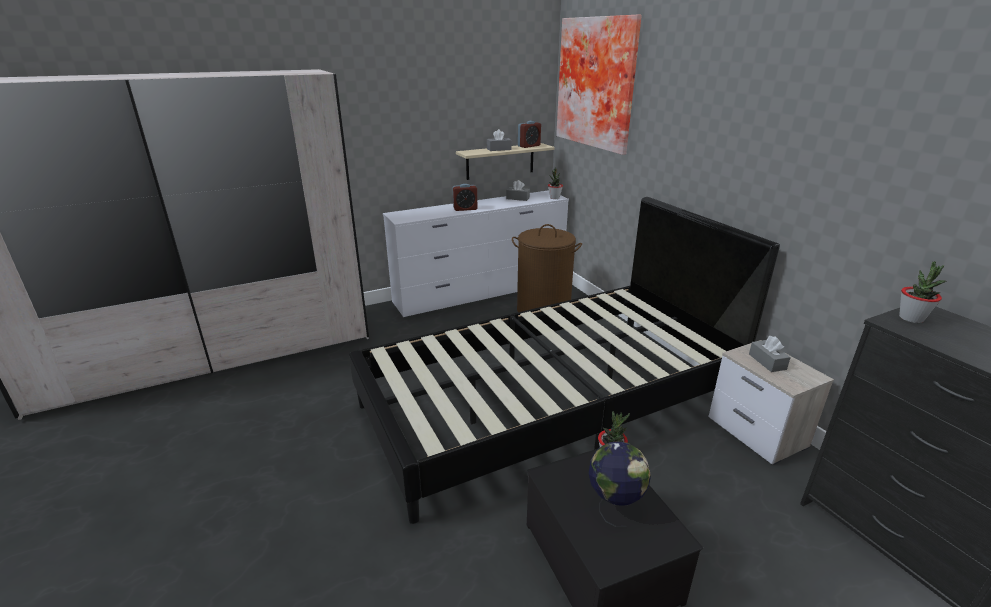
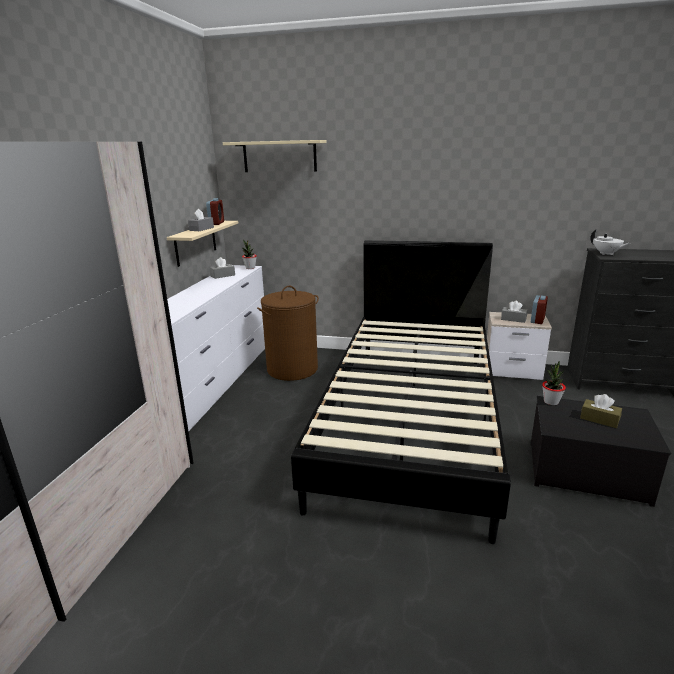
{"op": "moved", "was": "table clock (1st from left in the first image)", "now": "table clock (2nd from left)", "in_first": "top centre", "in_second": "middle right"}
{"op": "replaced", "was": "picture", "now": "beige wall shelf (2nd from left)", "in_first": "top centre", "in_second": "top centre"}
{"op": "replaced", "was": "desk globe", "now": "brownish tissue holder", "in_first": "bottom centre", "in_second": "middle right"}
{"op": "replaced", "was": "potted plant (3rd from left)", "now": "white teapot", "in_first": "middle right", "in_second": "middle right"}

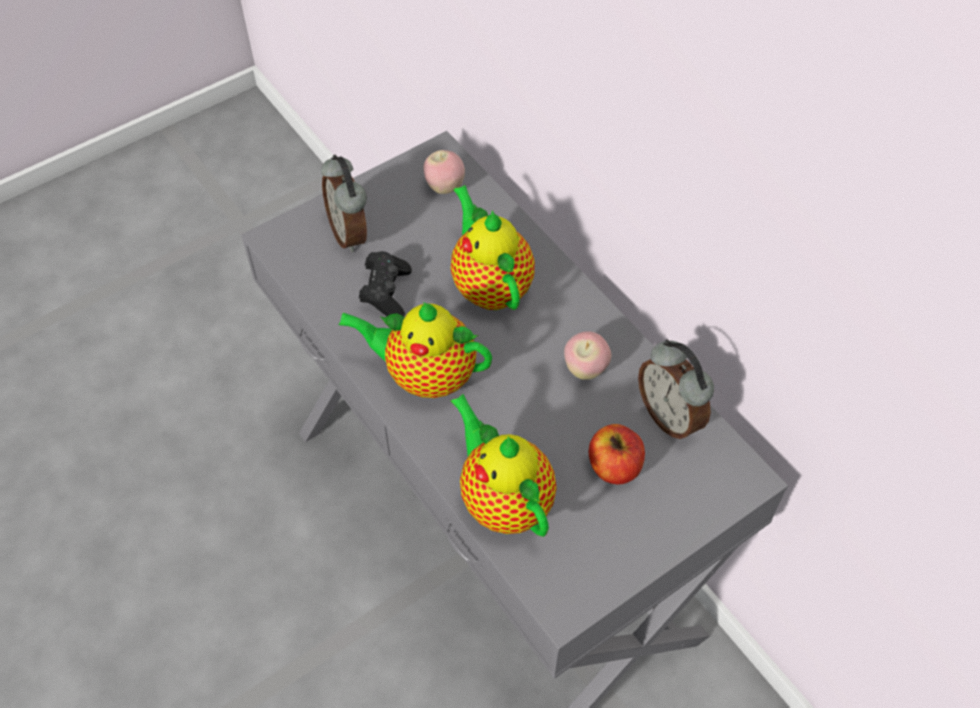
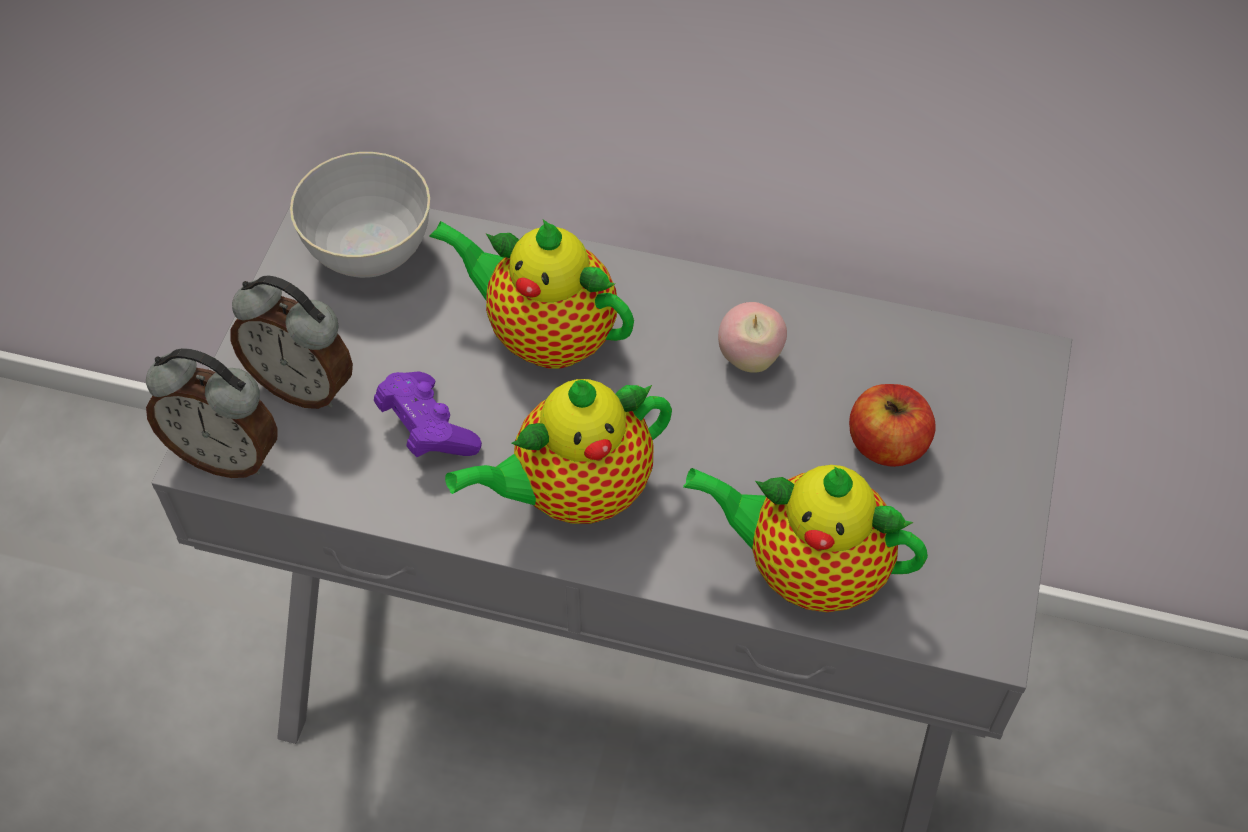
{"op": "recoloured", "was": "black gamepad", "now": "purplish gamepad", "in_first": "centre", "in_second": "centre"}
{"op": "replaced", "was": "whole apple (1st from left)", "now": "grey bowl", "in_first": "top centre", "in_second": "top left"}
{"op": "moved", "was": "table clock (2nd from left in the first image)", "now": "table clock (1st from left)", "in_first": "middle right", "in_second": "middle left"}

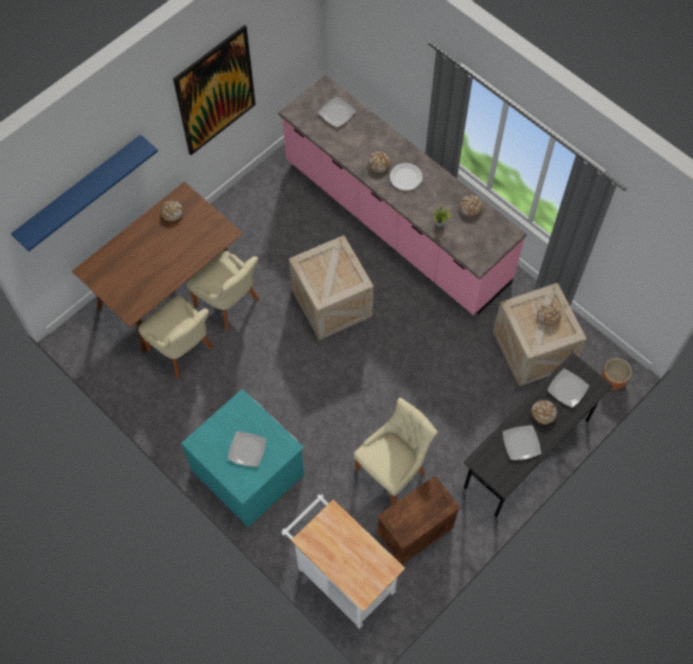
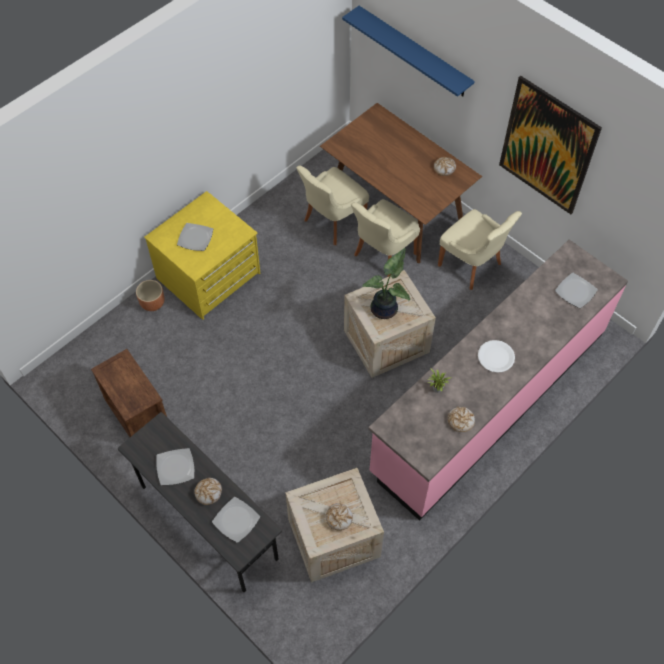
{"op": "recoloured", "was": "blue-green dresser", "now": "yellow-coloured dresser", "in_first": "bottom centre", "in_second": "middle left"}
{"op": "removed", "was": "white wheeled cart", "in_first": "bottom centre"}
{"op": "moved", "was": "beige plain chair (3rd from left)", "in_first": "bottom centre", "in_second": "middle right"}
{"op": "removed", "was": "bakery bread (2nd from left)", "in_first": "top centre"}
{"op": "moved", "was": "brownish flower pot", "in_first": "middle right", "in_second": "middle left"}
{"op": "added", "now": "potted plant (1st from left)", "in_second": "centre"}

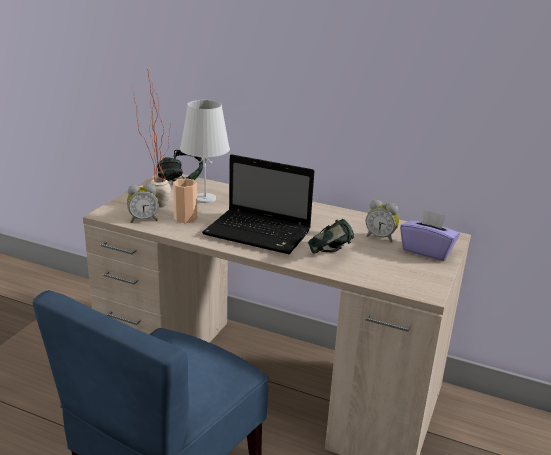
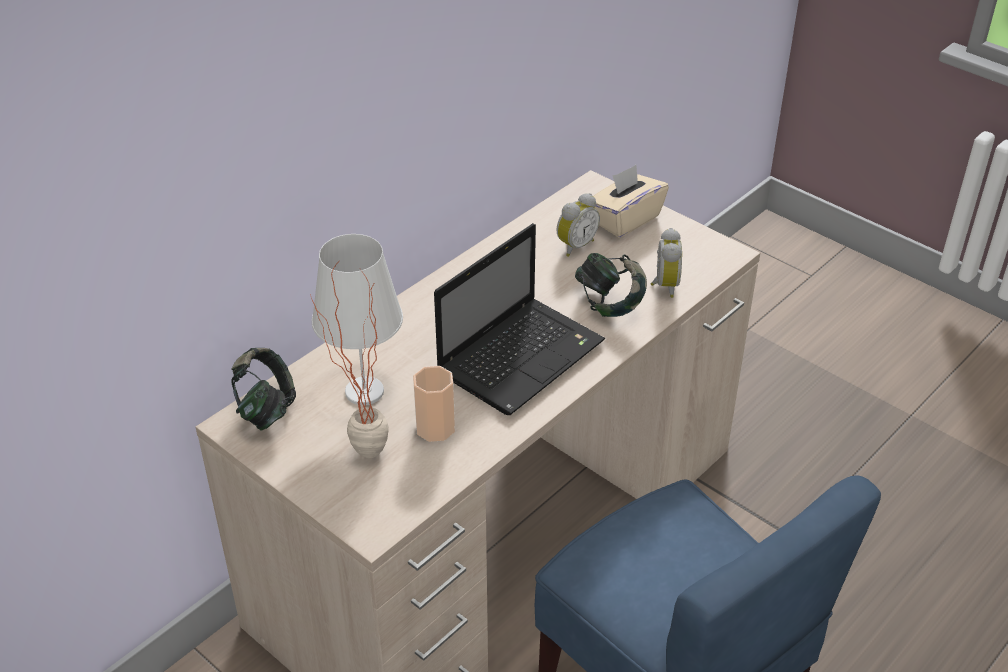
{"op": "moved", "was": "table clock (1st from left in the first image)", "now": "table clock (2nd from left)", "in_first": "middle left", "in_second": "centre"}
{"op": "recoloured", "was": "purplish tissue holder", "now": "beige tissue holder", "in_first": "middle right", "in_second": "top centre"}

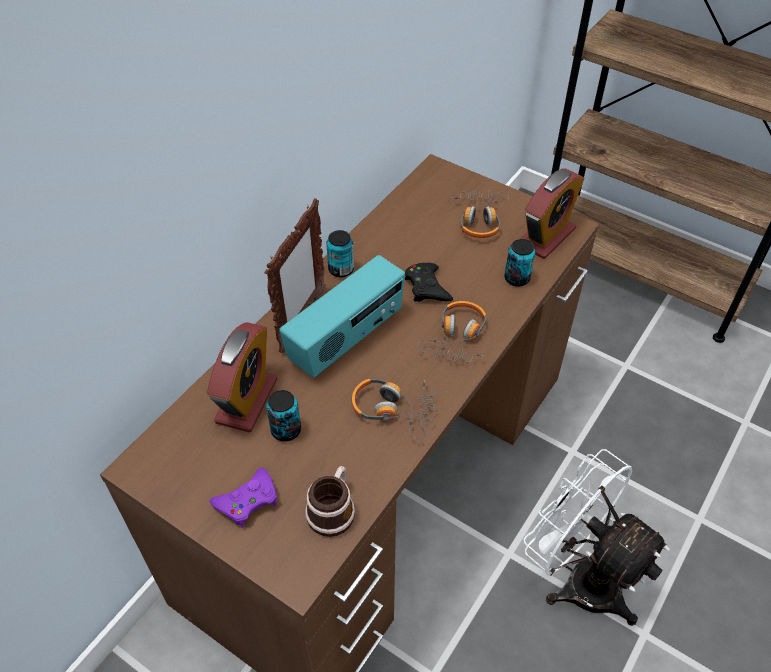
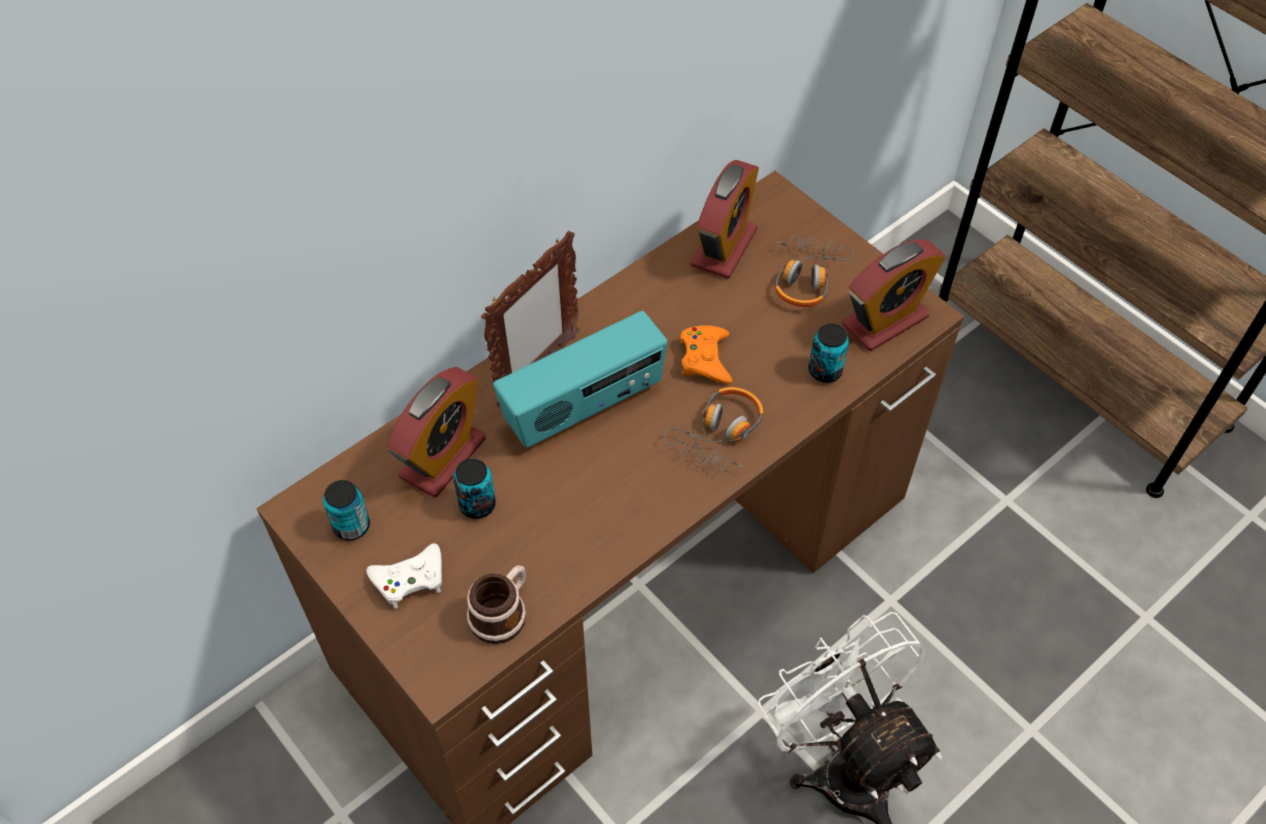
{"op": "recoloured", "was": "purplish gamepad", "now": "white gamepad", "in_first": "bottom left", "in_second": "bottom left"}
{"op": "moved", "was": "can (2nd from left in the first image)", "now": "can (1st from left)", "in_first": "centre", "in_second": "middle left"}
{"op": "removed", "was": "headphones (1st from left)", "in_first": "centre"}
{"op": "recoloured", "was": "black gamepad", "now": "orange gamepad", "in_first": "centre", "in_second": "centre"}
{"op": "added", "now": "table clock (2nd from left)", "in_second": "top centre"}

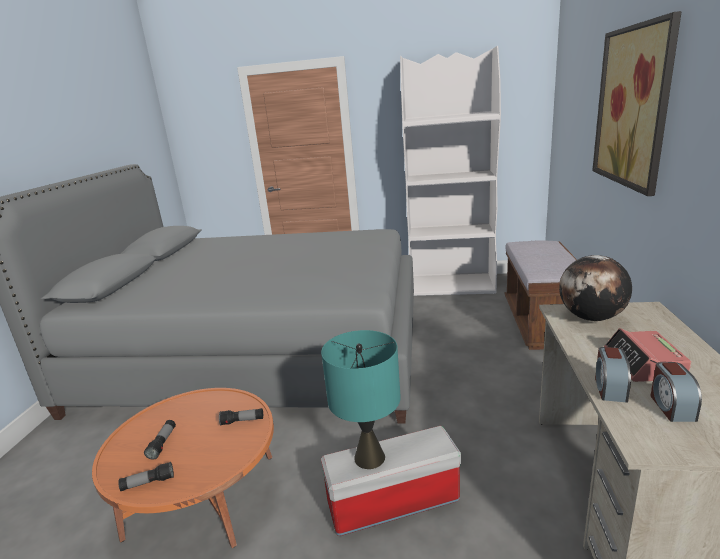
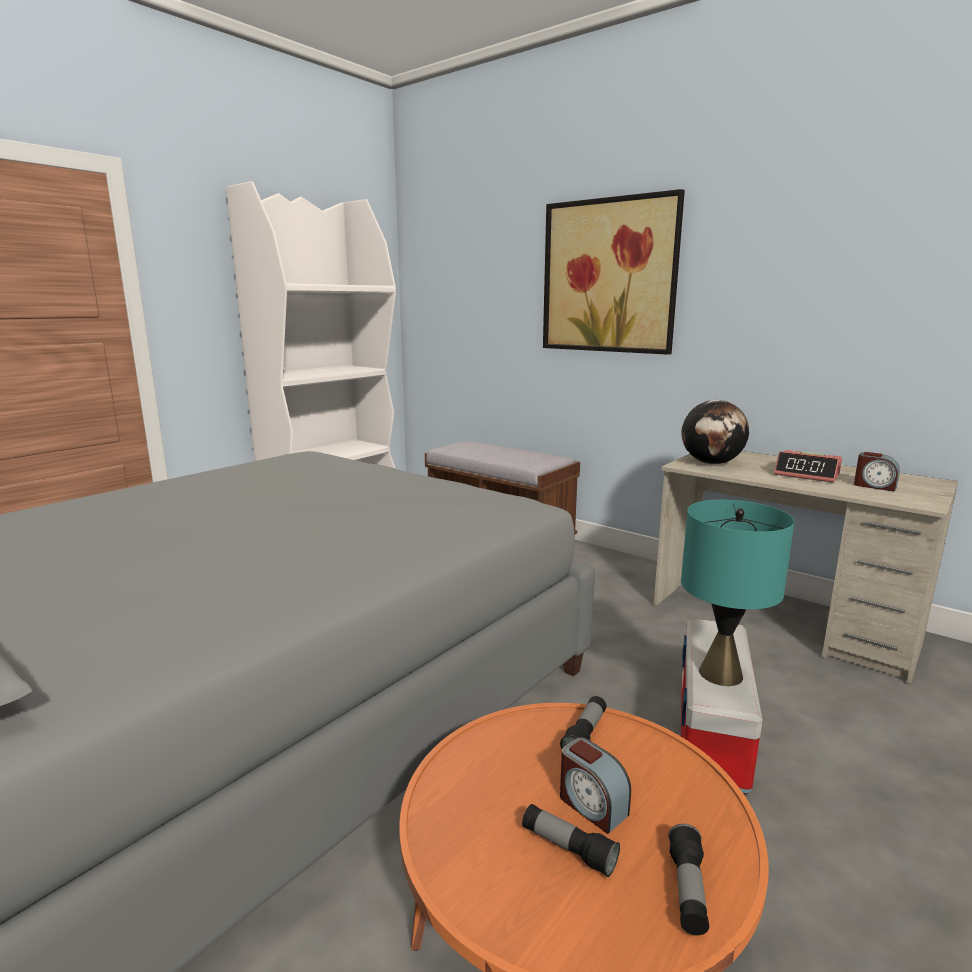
{"op": "moved", "was": "table clock (1st from left)", "in_first": "bottom right", "in_second": "bottom centre"}

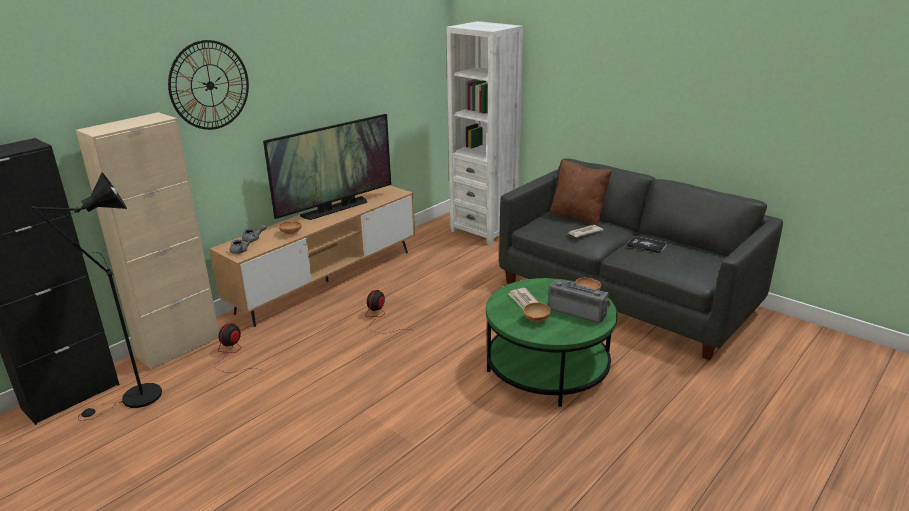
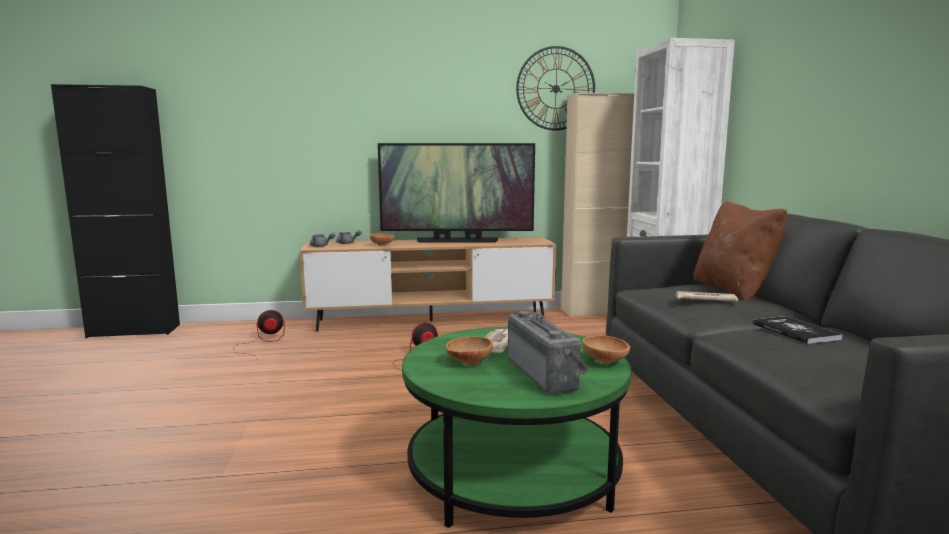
{"op": "removed", "was": "black standing lamp", "in_first": "middle left"}
{"op": "moved", "was": "beige cupboard", "in_first": "middle left", "in_second": "centre"}
{"op": "moved", "was": "clock on the wall", "in_first": "top left", "in_second": "top centre"}

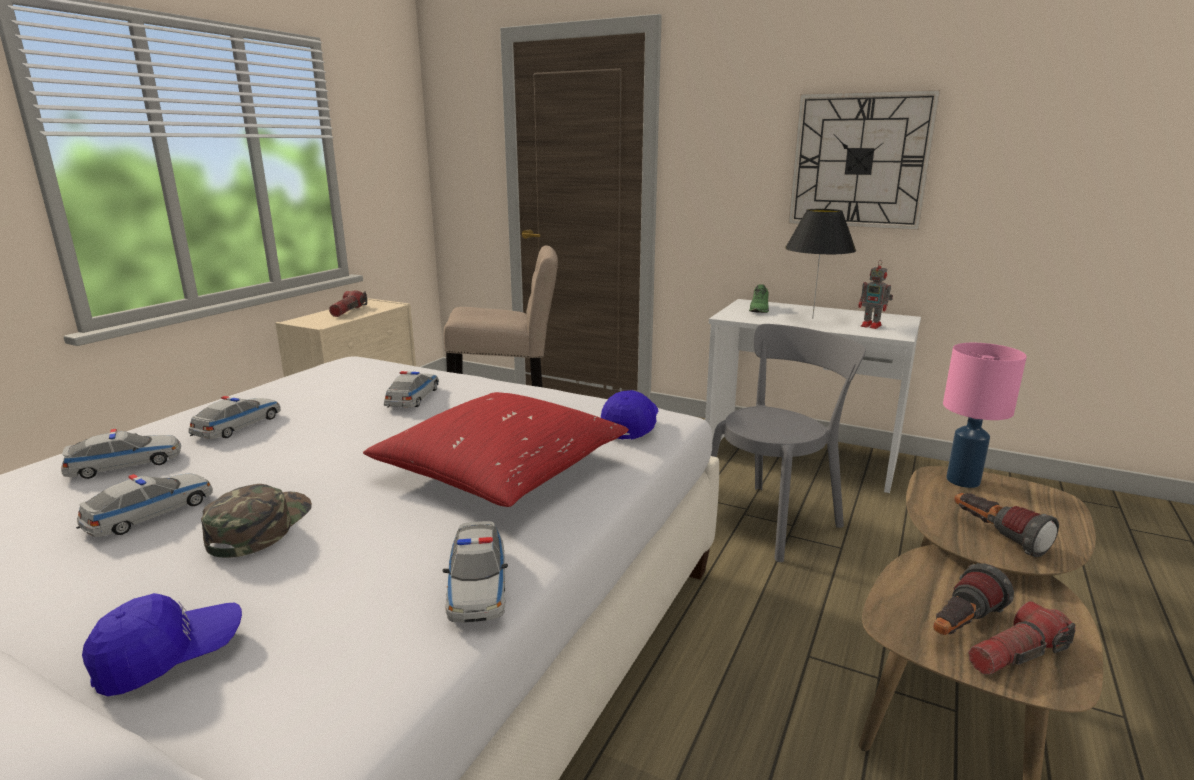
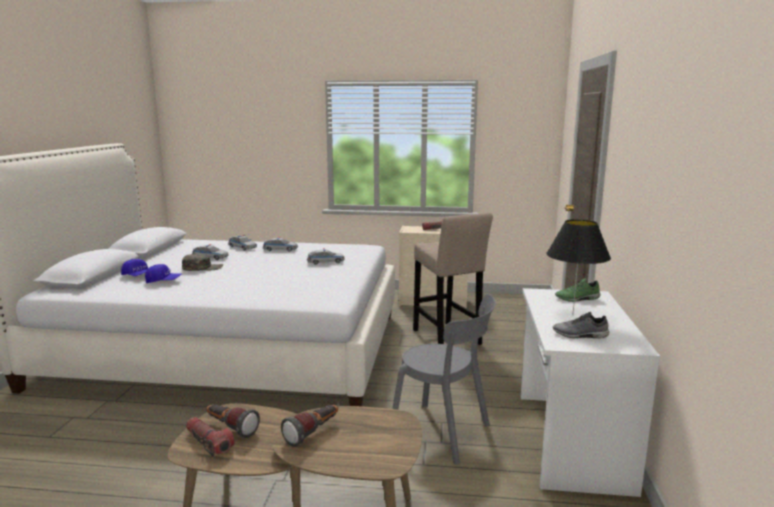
{"op": "removed", "was": "reddish throw pillow", "in_first": "centre"}
{"op": "removed", "was": "model car (5th from left)", "in_first": "bottom centre"}
{"op": "moved", "was": "bluish cap (2nd from left)", "in_first": "centre", "in_second": "middle left"}
{"op": "removed", "was": "clock on the wall", "in_first": "top right"}
{"op": "replaced", "was": "toy robot", "now": "grey low shoe", "in_first": "middle right", "in_second": "middle right"}
{"op": "removed", "was": "pink-coloured table lamp", "in_first": "middle right"}

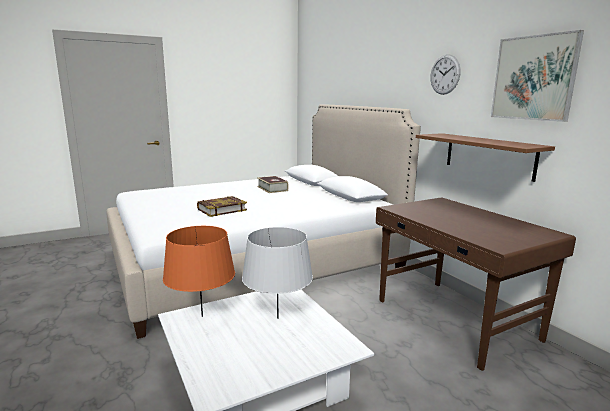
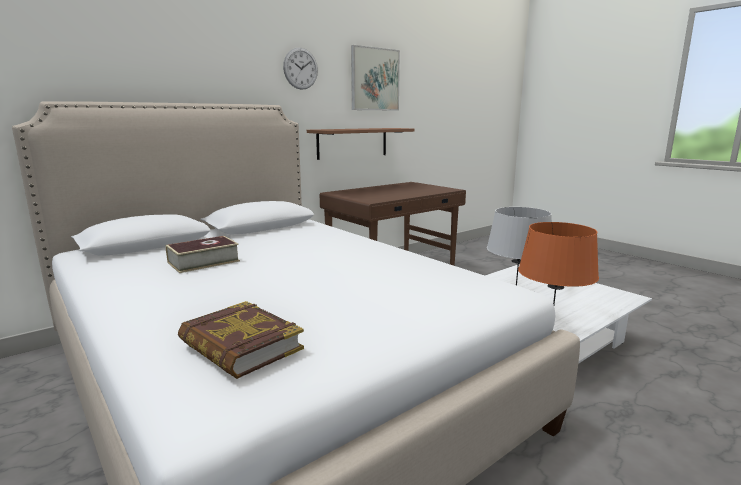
{"op": "moved", "was": "bound book (1st from left in the first image)", "now": "bound book (2nd from left)", "in_first": "centre", "in_second": "bottom left"}

